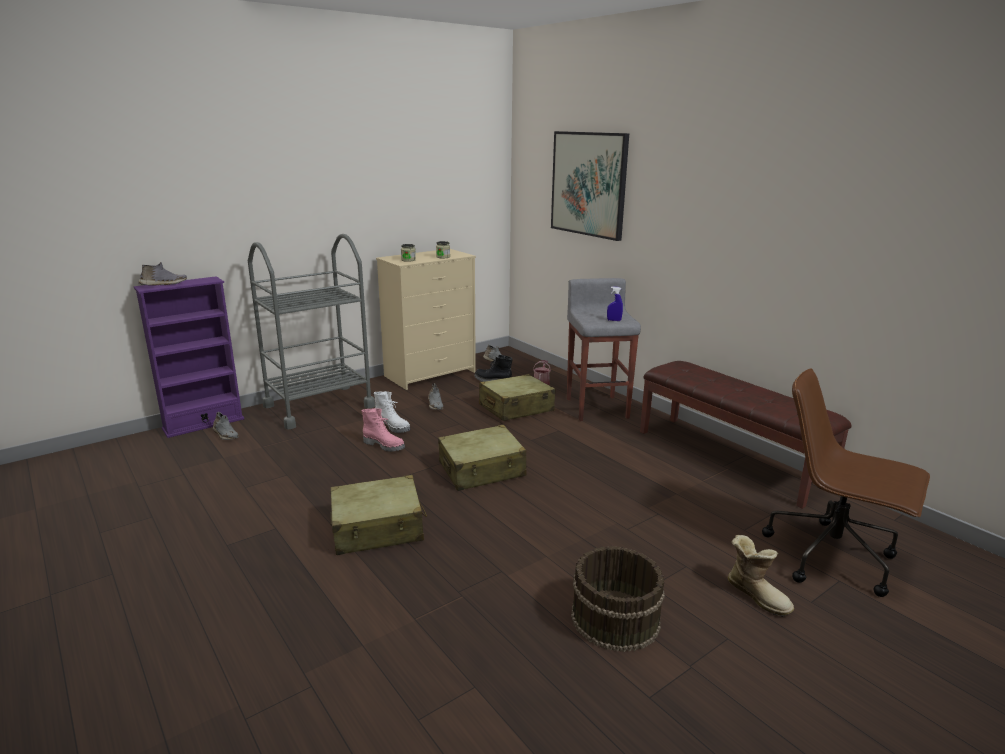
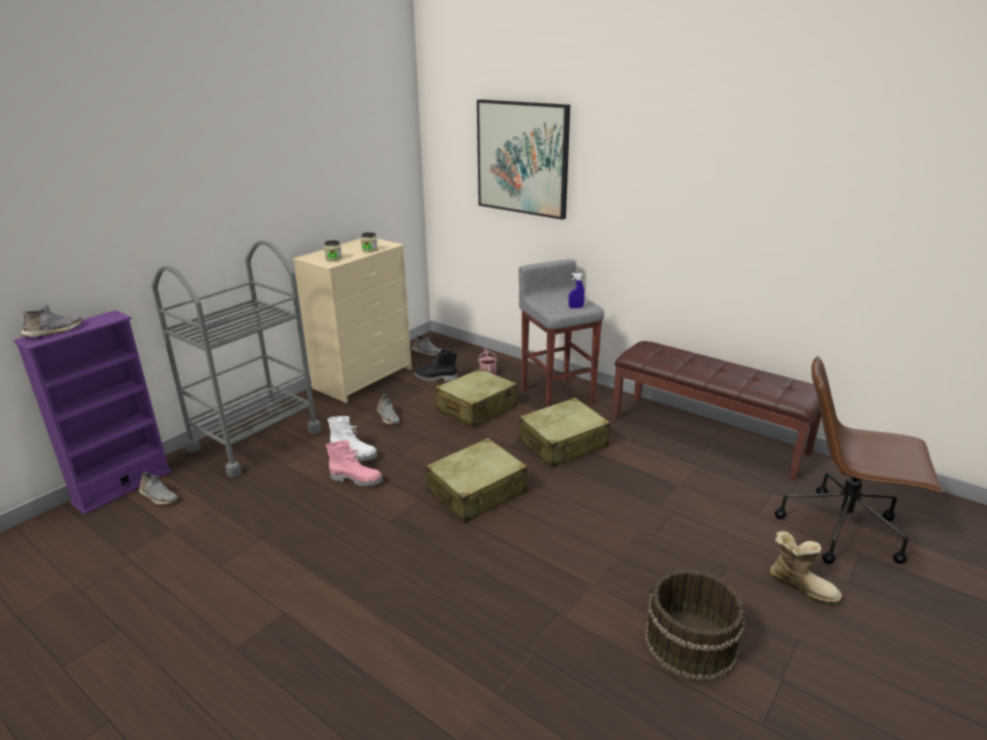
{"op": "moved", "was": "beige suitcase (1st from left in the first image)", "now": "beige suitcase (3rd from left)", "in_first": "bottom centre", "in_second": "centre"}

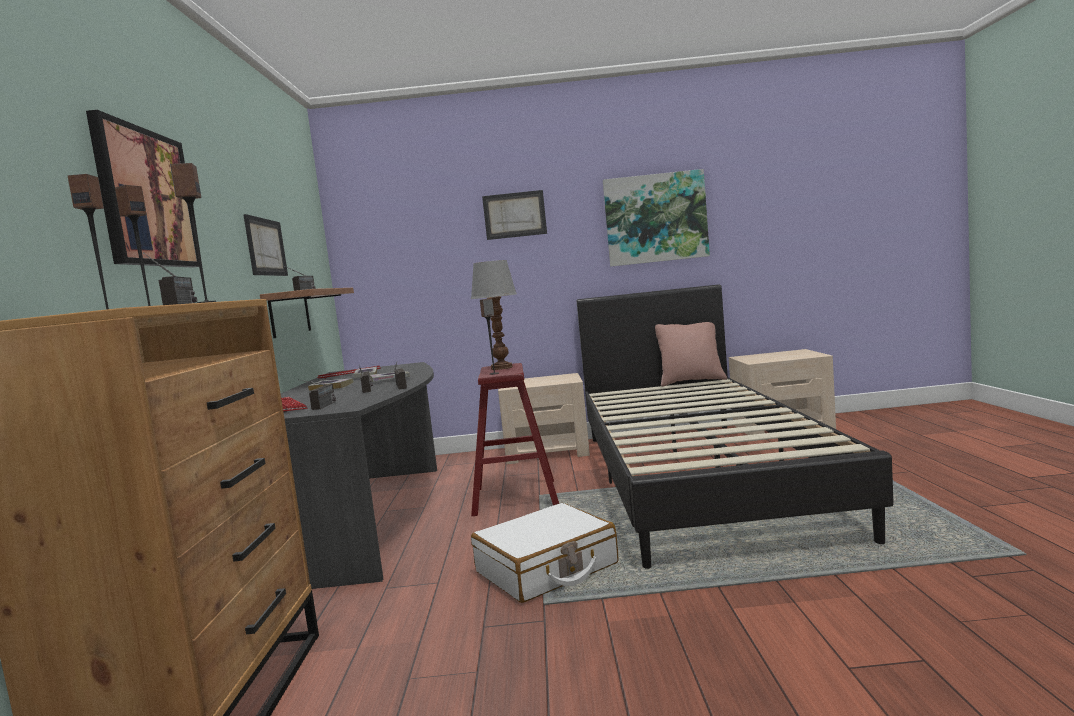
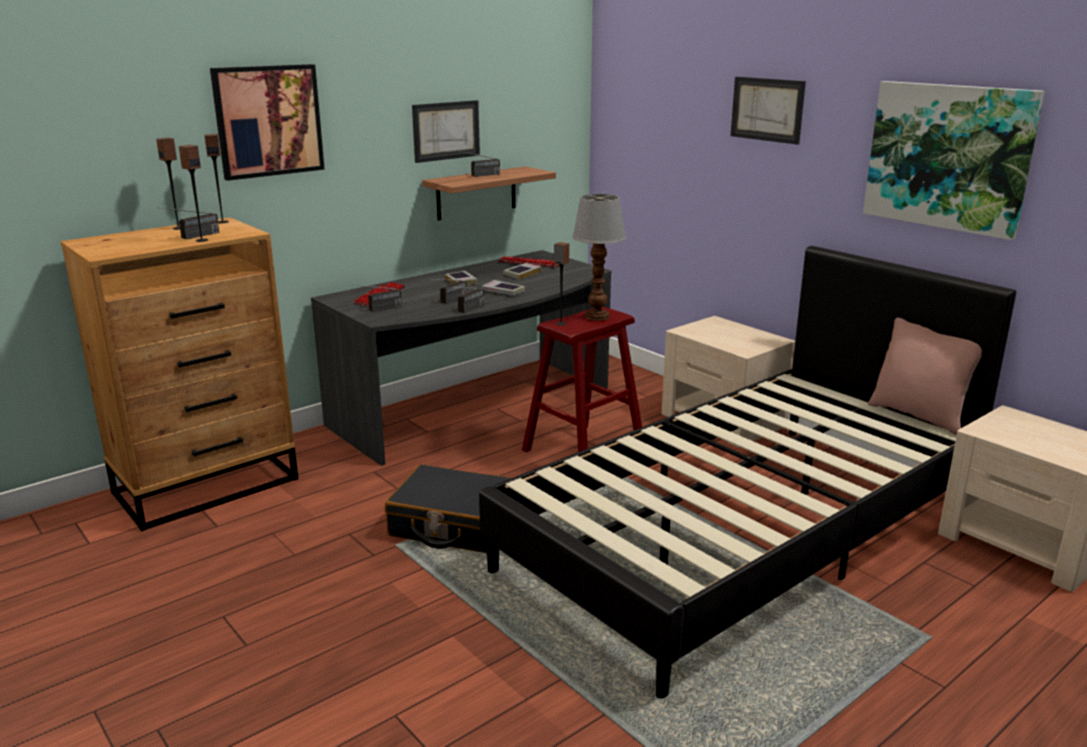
{"op": "recoloured", "was": "white suitcase", "now": "black suitcase", "in_first": "bottom centre", "in_second": "bottom centre"}

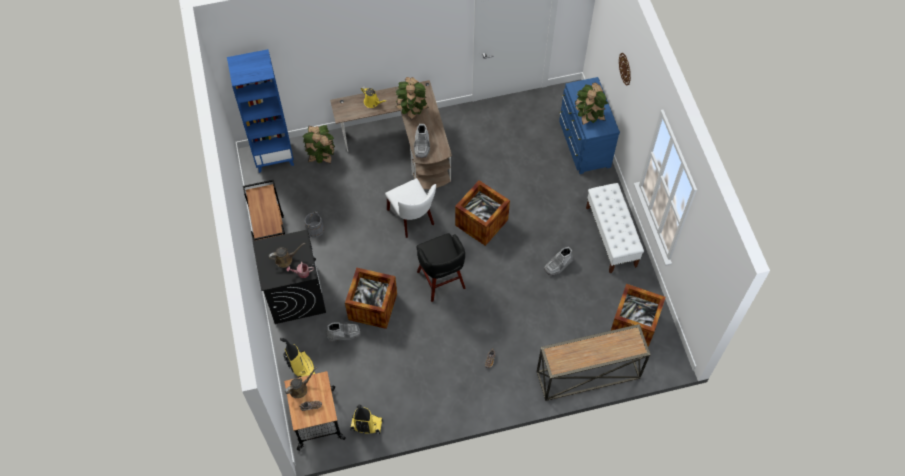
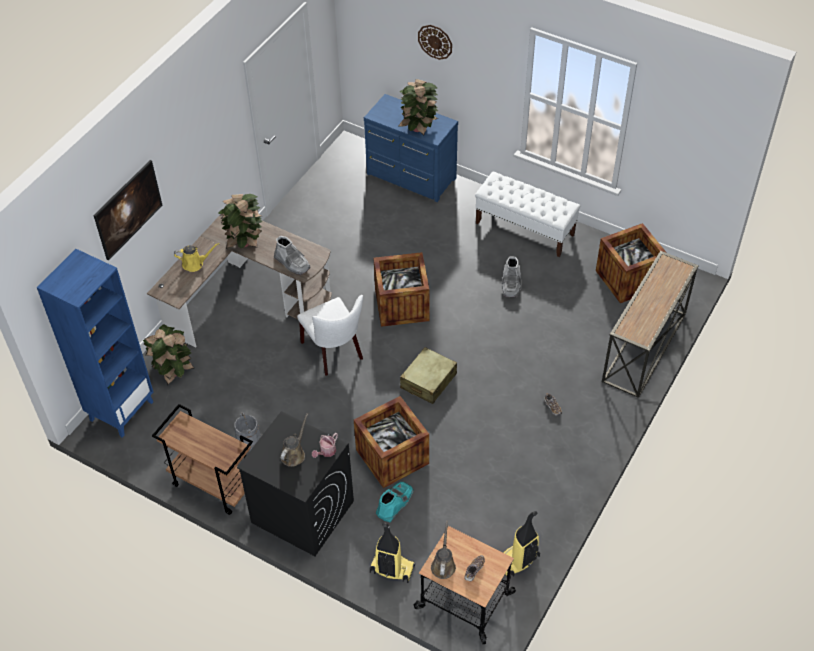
{"op": "recoloured", "was": "grey high-top boot (1st from left)", "now": "blue-green high-top boot", "in_first": "bottom centre", "in_second": "bottom centre"}
{"op": "turned", "was": "white plain chair", "in_first": "centre", "in_second": "centre", "clockwise": 45}
{"op": "replaced", "was": "black stool", "now": "beige suitcase", "in_first": "centre", "in_second": "centre"}
{"op": "added", "now": "picture", "in_second": "top left"}

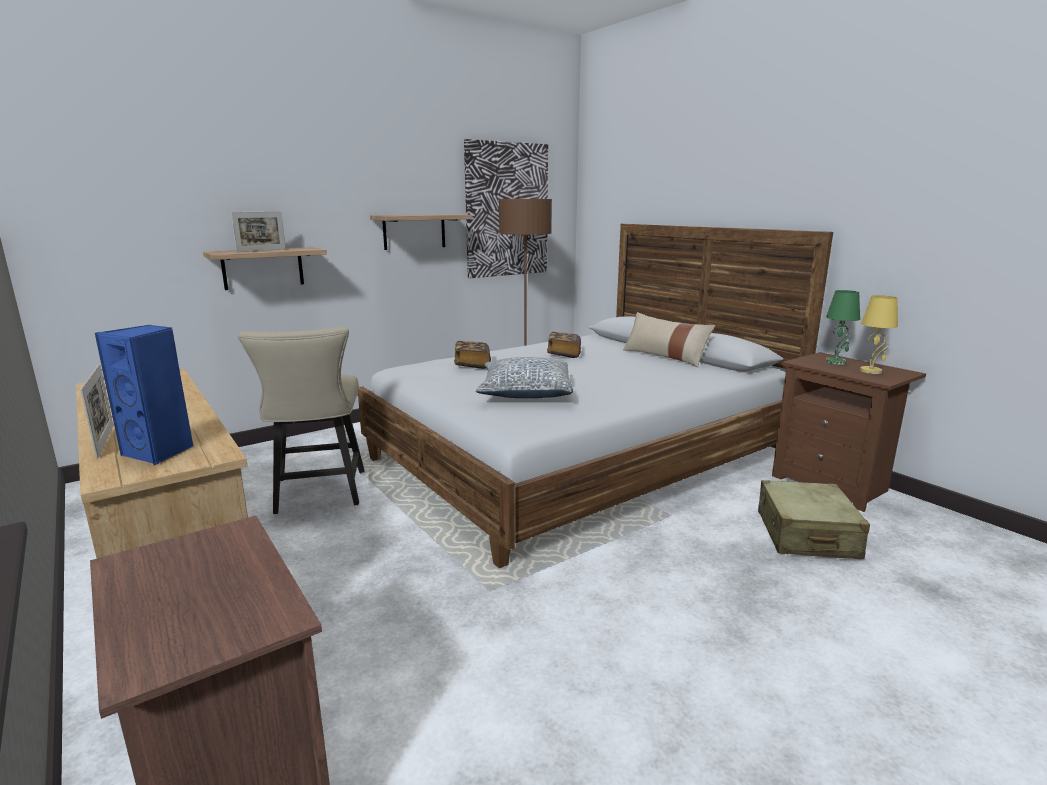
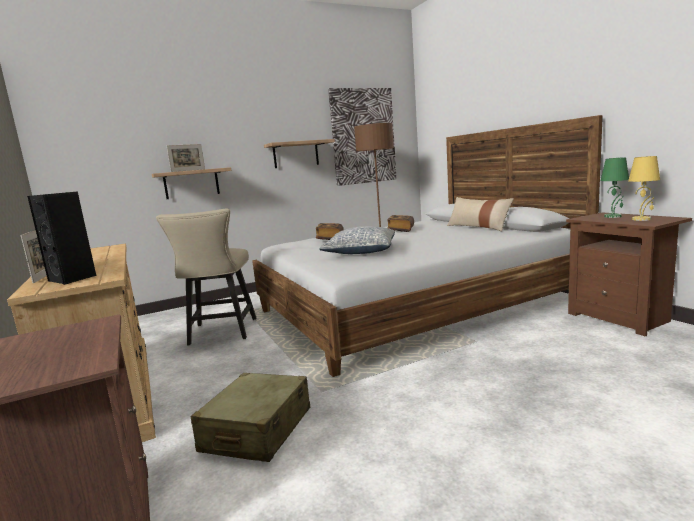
{"op": "recoloured", "was": "bluish audio speaker", "now": "black audio speaker", "in_first": "middle left", "in_second": "middle left"}
{"op": "moved", "was": "beige suitcase", "in_first": "middle right", "in_second": "bottom centre"}

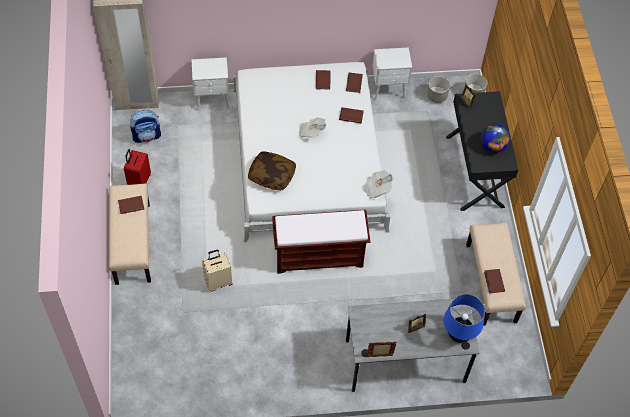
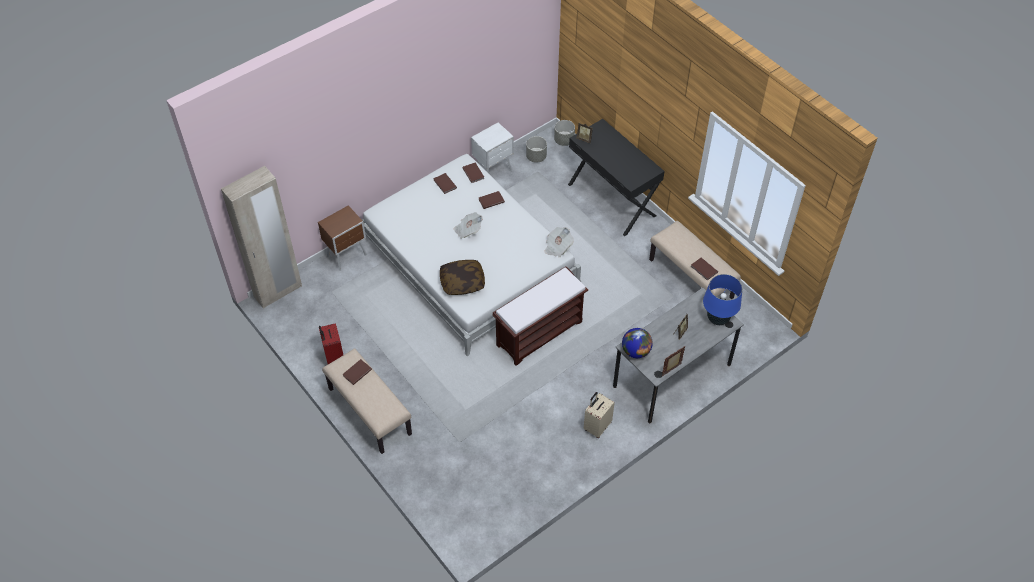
{"op": "removed", "was": "backpack", "in_first": "top left"}
{"op": "recoloured", "was": "white nightstand (1st from left)", "now": "brownish nightstand", "in_first": "top centre", "in_second": "middle left"}
{"op": "moved", "was": "beige suitcase", "in_first": "centre", "in_second": "bottom centre"}
{"op": "moved", "was": "desk globe", "in_first": "top right", "in_second": "centre"}

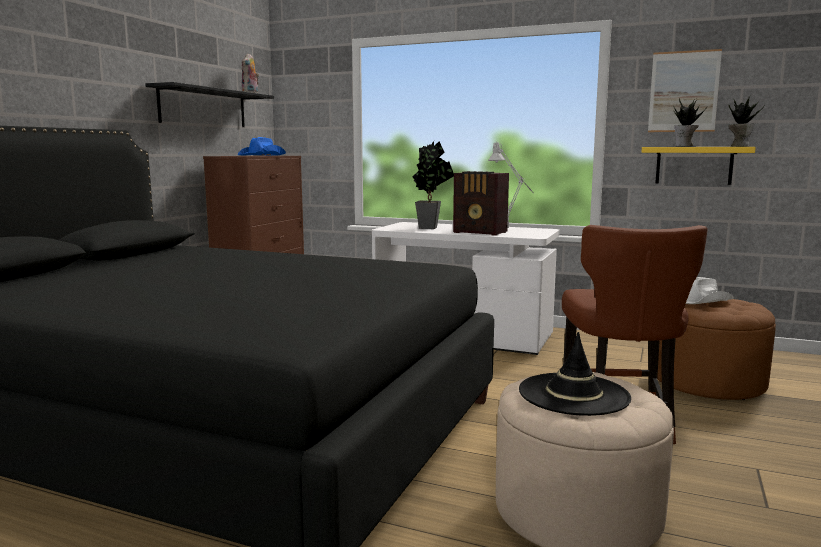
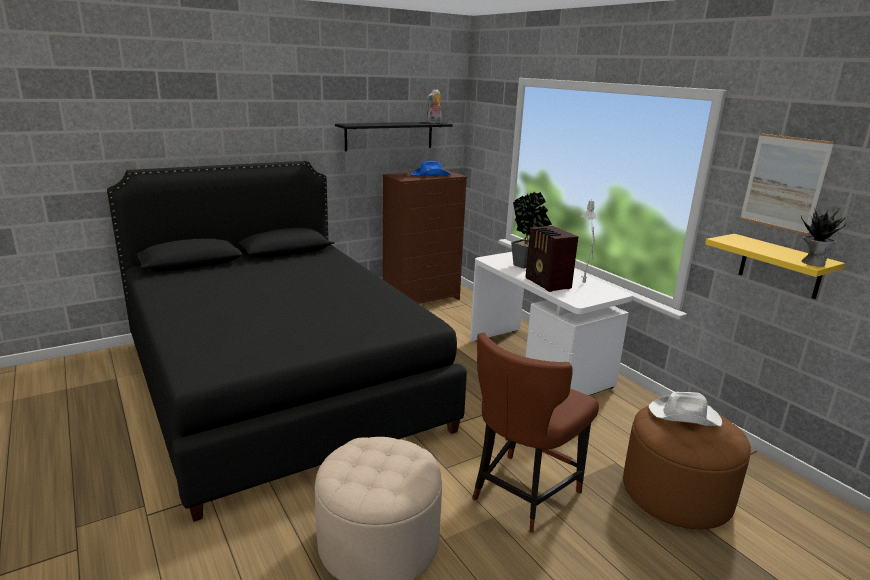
{"op": "removed", "was": "black clothing hat", "in_first": "bottom right"}
{"op": "removed", "was": "potted plant (2nd from left)", "in_first": "top right"}

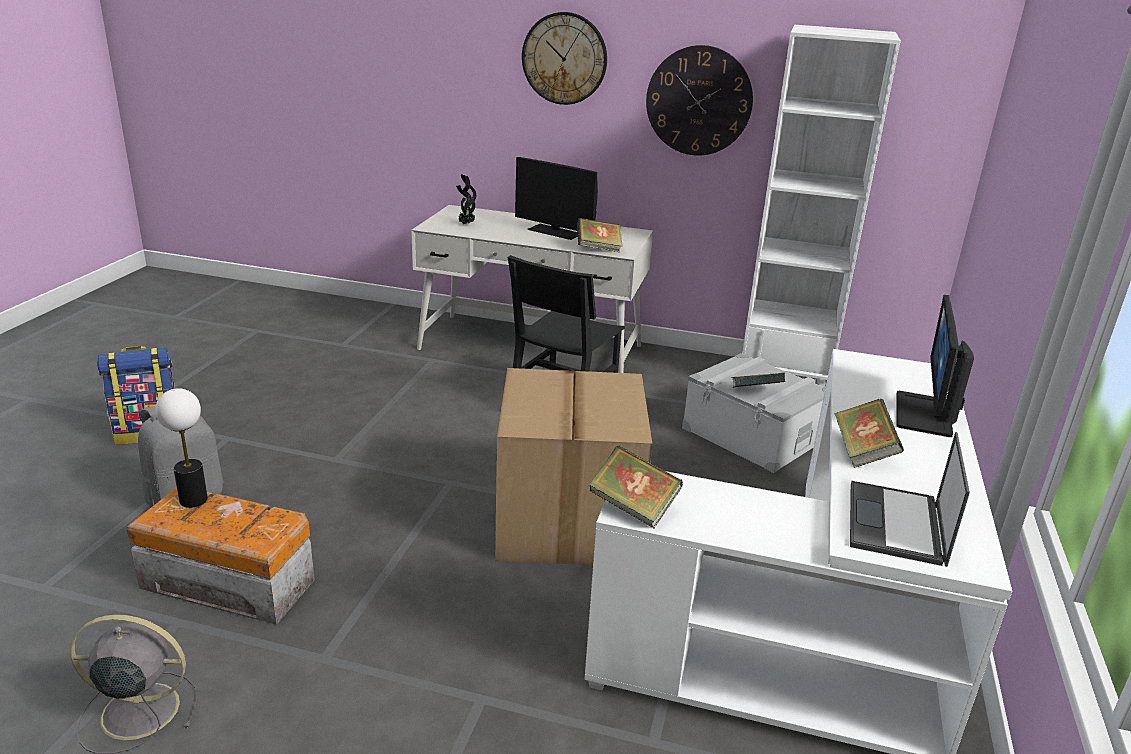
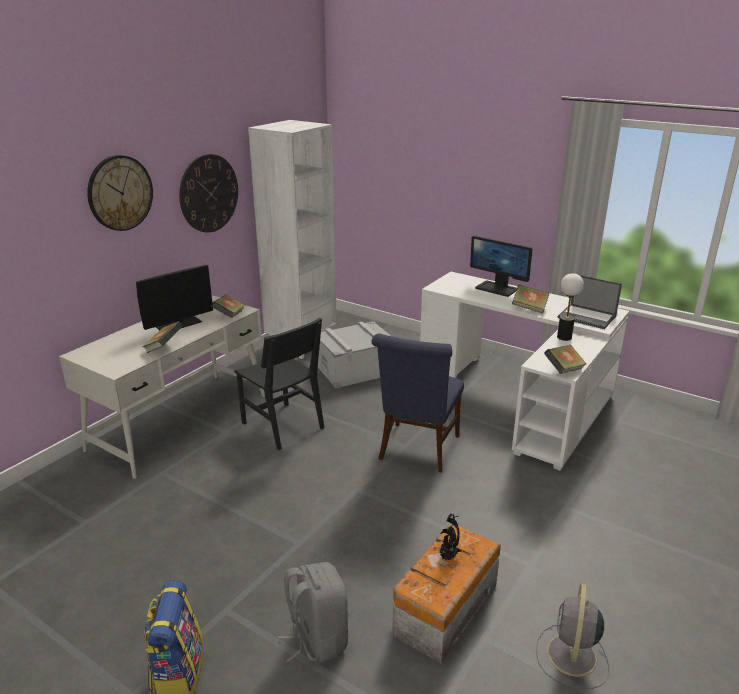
{"op": "moved", "was": "table lamp", "in_first": "middle left", "in_second": "middle right"}
{"op": "moved", "was": "potted plant", "in_first": "top centre", "in_second": "bottom centre"}
{"op": "replaced", "was": "cardboard box", "now": "bluish plain chair", "in_first": "centre", "in_second": "centre"}
{"op": "moved", "was": "bound book (3rd from left in the first image)", "now": "bound book (1st from left)", "in_first": "middle right", "in_second": "middle left"}

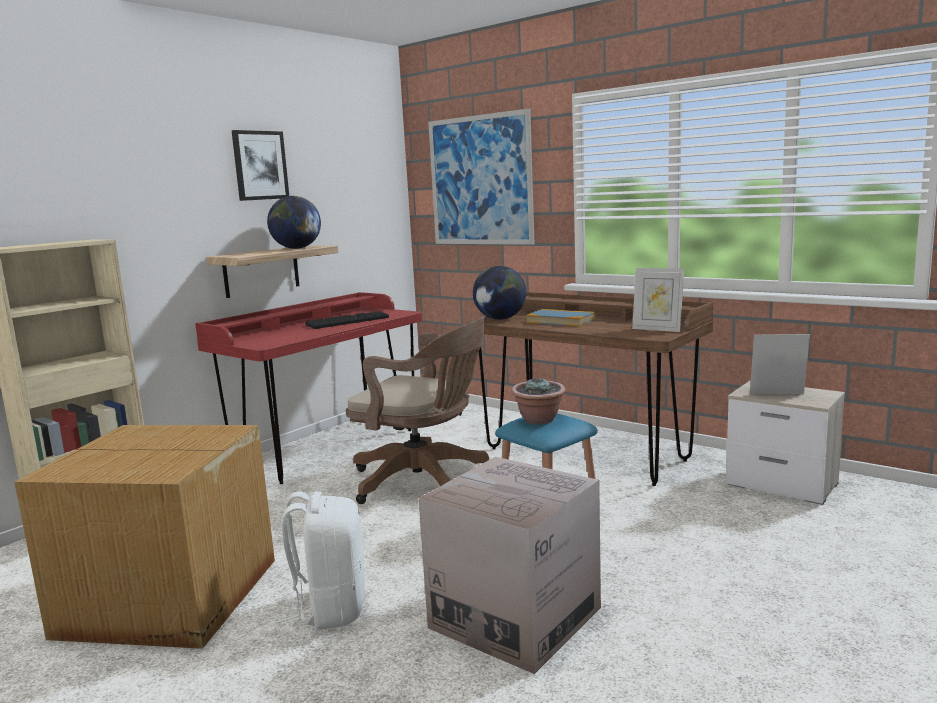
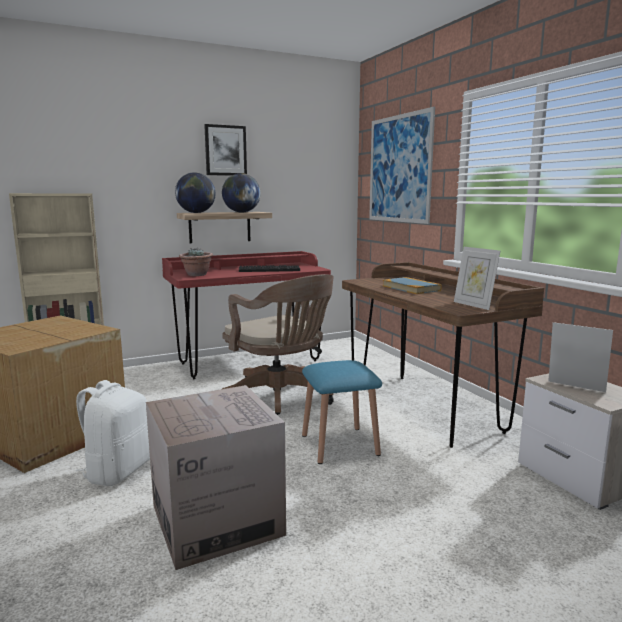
{"op": "moved", "was": "desk globe (2nd from left in the first image)", "now": "desk globe (1st from left)", "in_first": "centre", "in_second": "top left"}
{"op": "moved", "was": "potted plant", "in_first": "centre", "in_second": "middle left"}

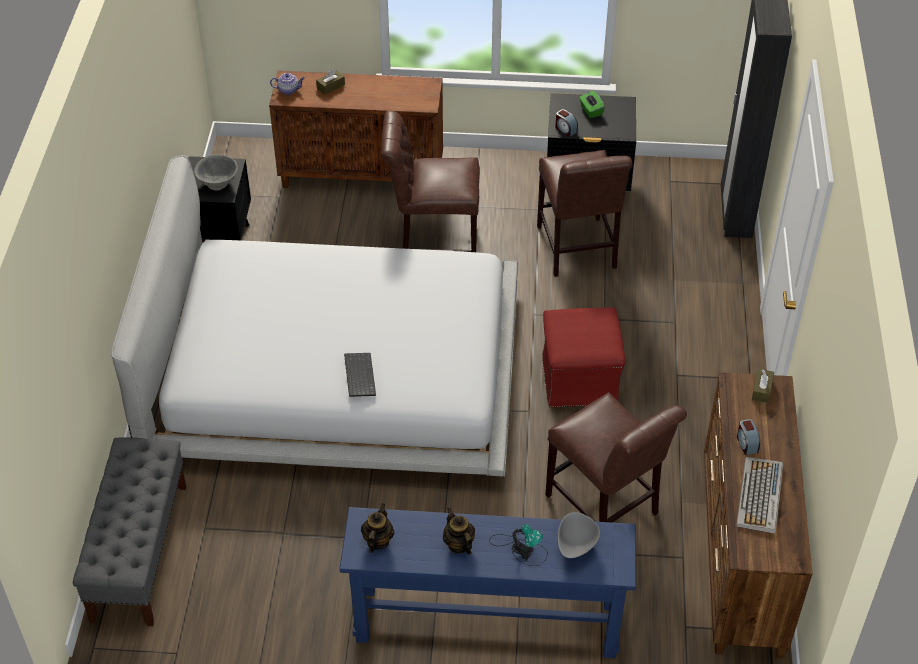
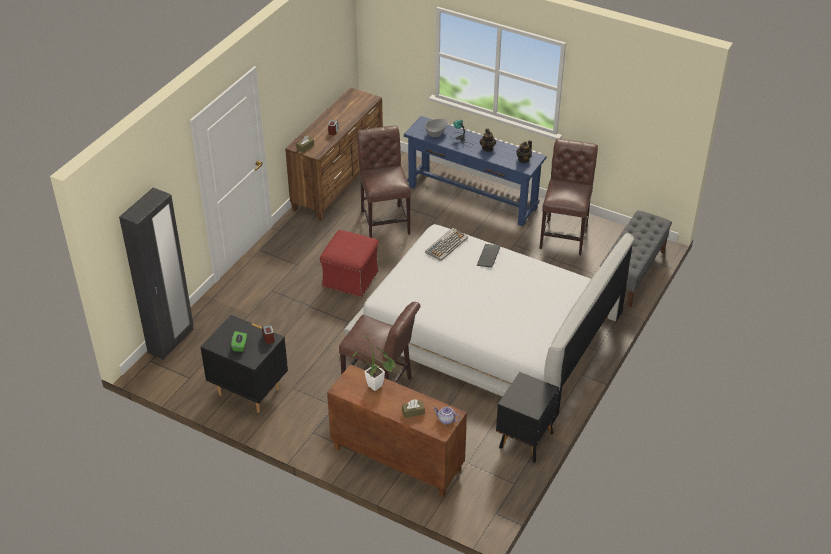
{"op": "removed", "was": "grey bowl (1st from left)", "in_first": "top left"}
{"op": "moved", "was": "brownish plain chair (2nd from left in the first image)", "now": "brownish plain chair (3rd from left)", "in_first": "top centre", "in_second": "middle right"}
{"op": "moved", "was": "keyboard (2nd from left in the first image)", "now": "keyboard (1st from left)", "in_first": "bottom right", "in_second": "centre"}
{"op": "added", "now": "potted plant", "in_second": "centre"}

